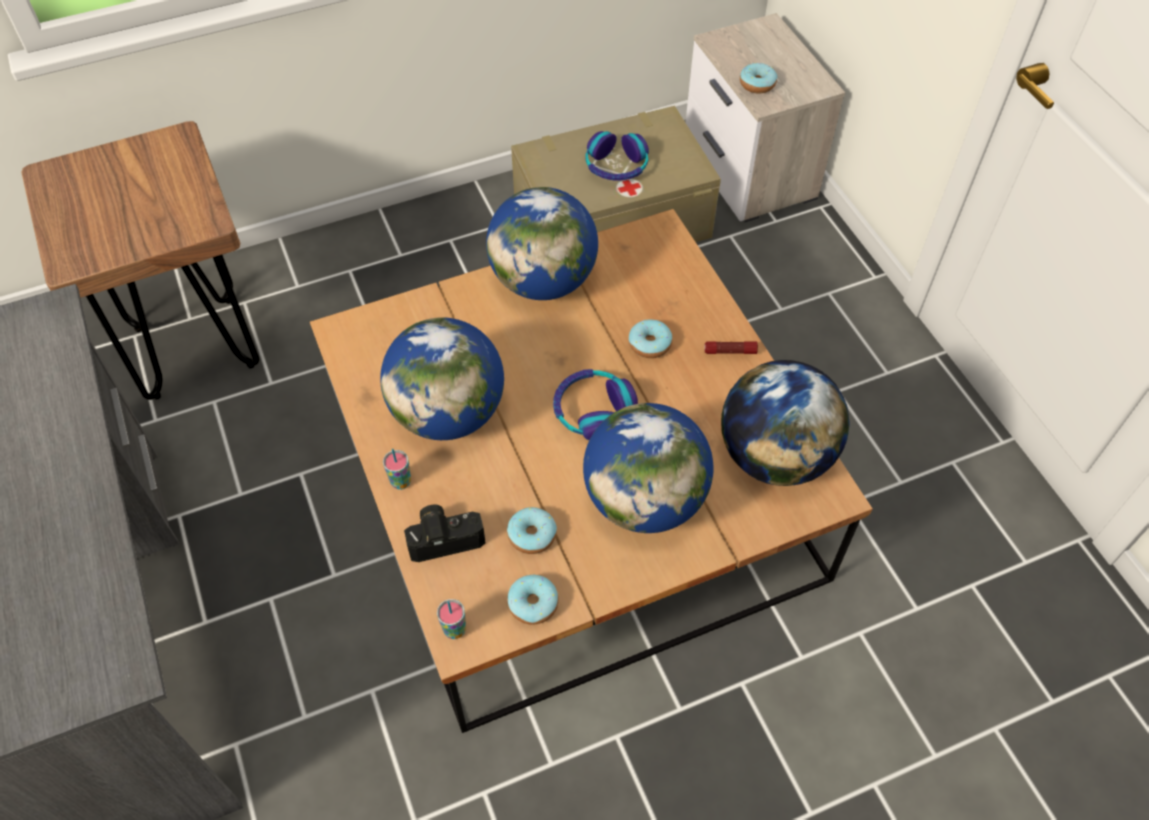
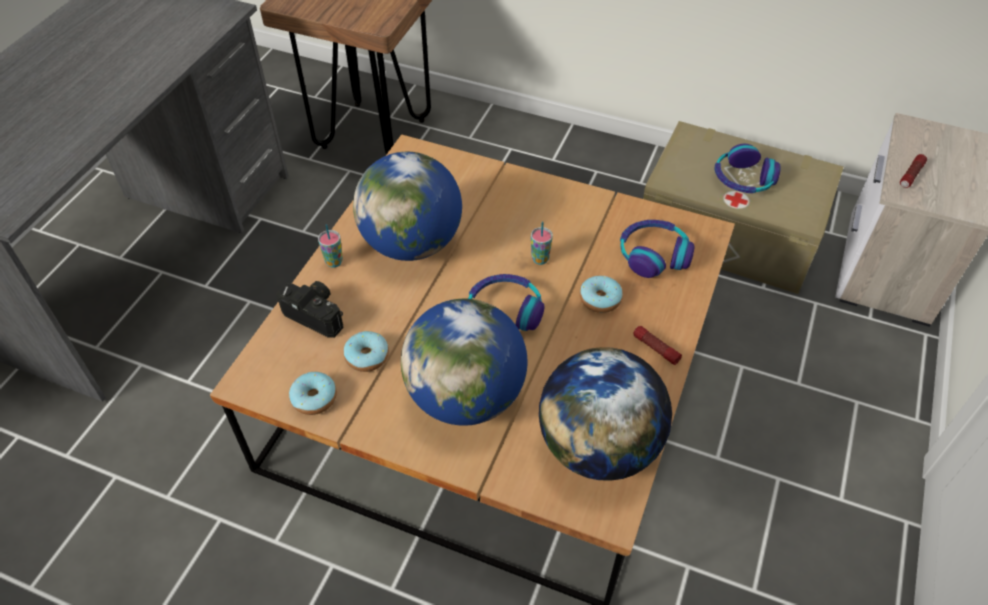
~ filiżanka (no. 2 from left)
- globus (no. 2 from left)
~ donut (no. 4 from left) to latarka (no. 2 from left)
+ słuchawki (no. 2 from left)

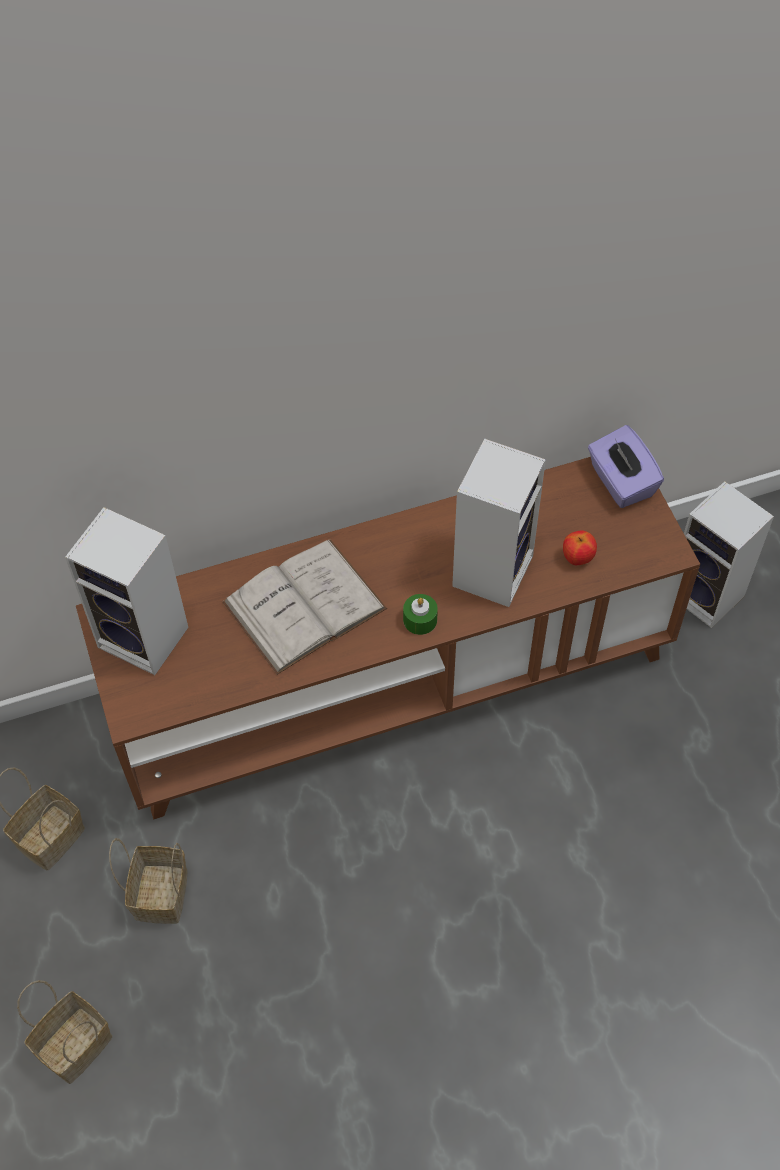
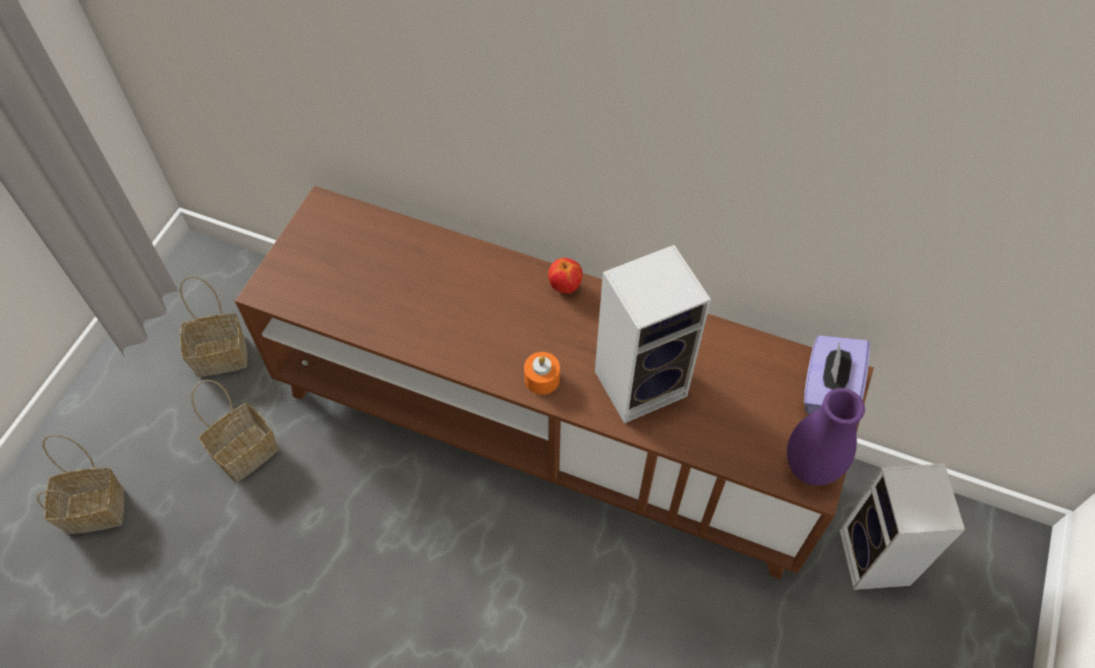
- głośnik (no. 1 from left)
- książka/biały
~ świeca/zielony to świeca/pomarańczowy
~ jabłko
+ wazon/fioletowy

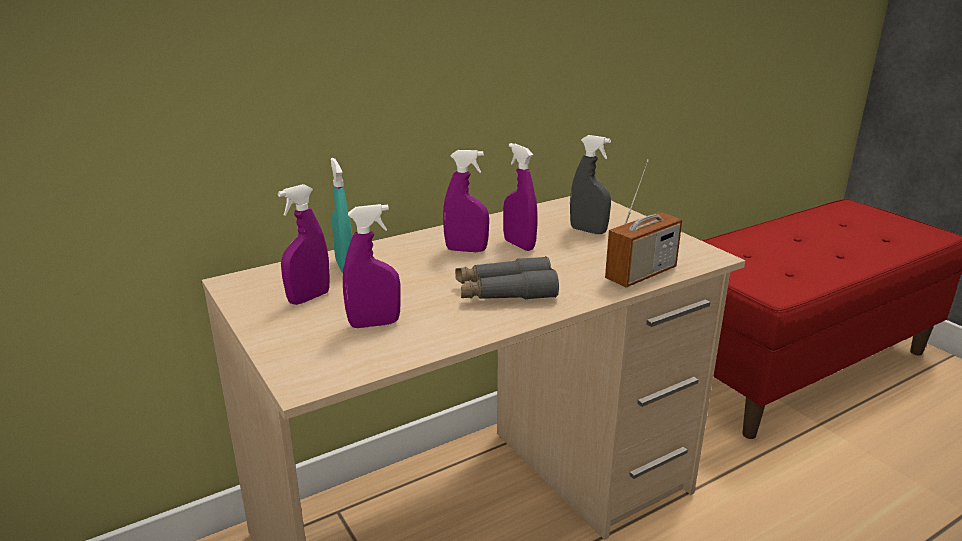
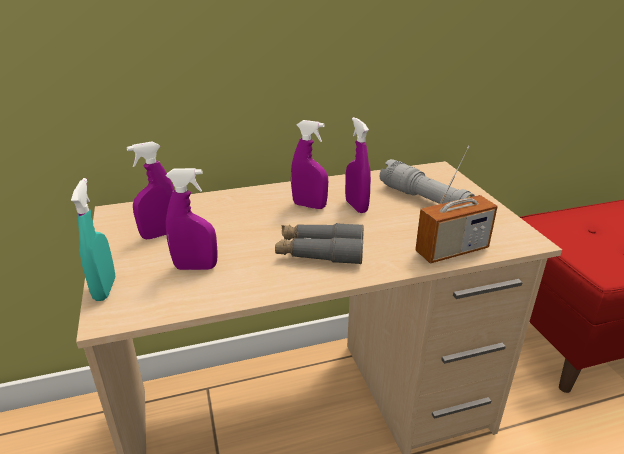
~ spryskiwacz/turkusowy
~ spryskiwacz/szary to latarka/szary

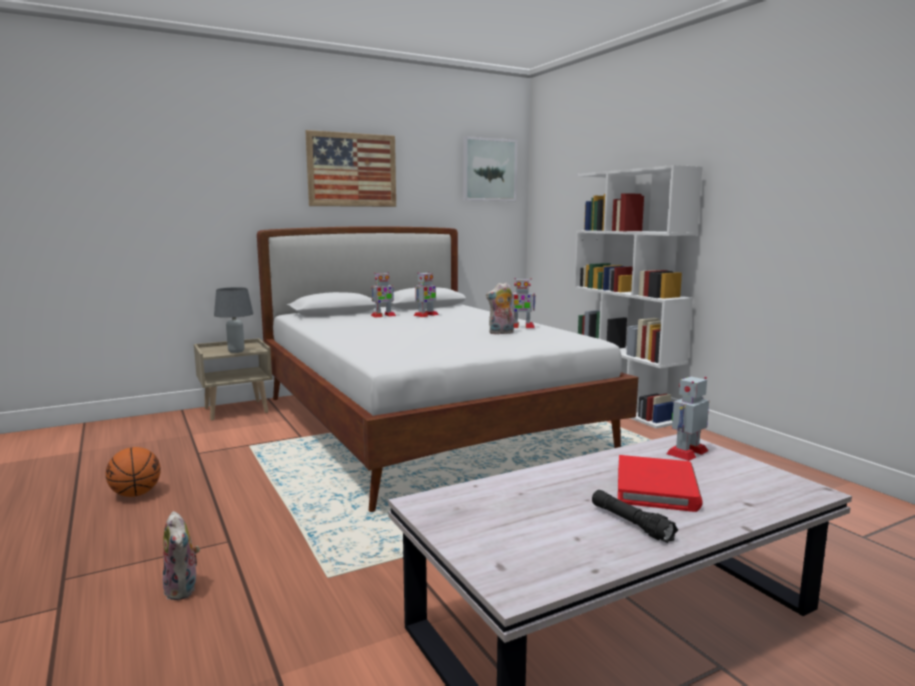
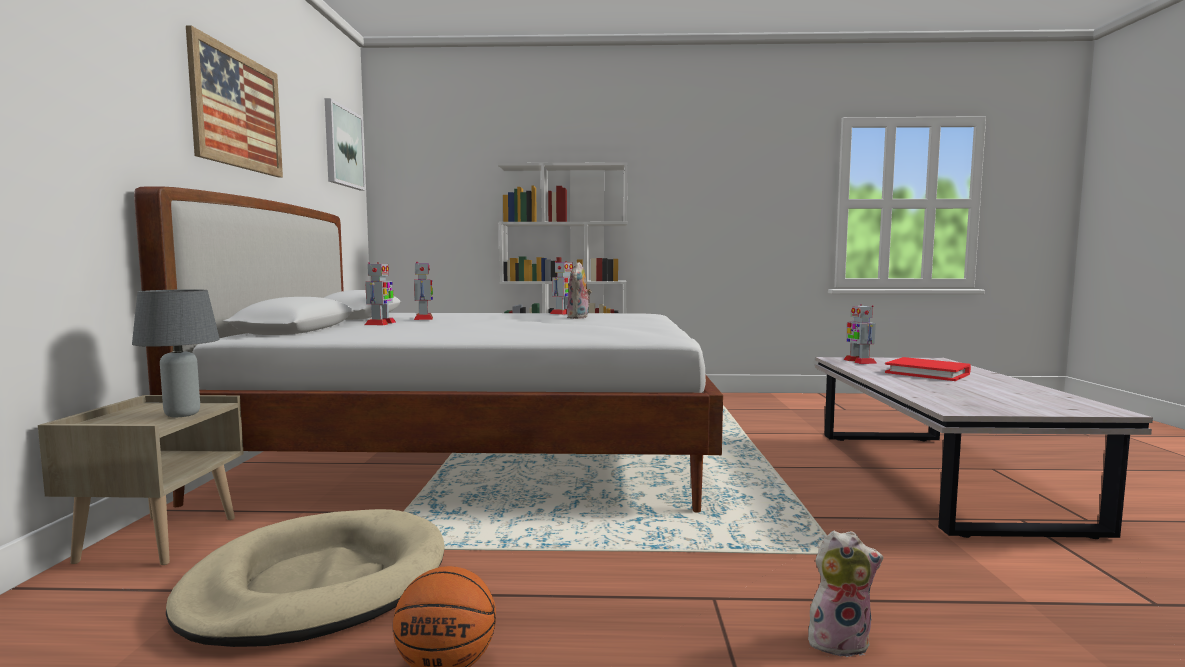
- latarka/czarny
+ legowisko/beżowy

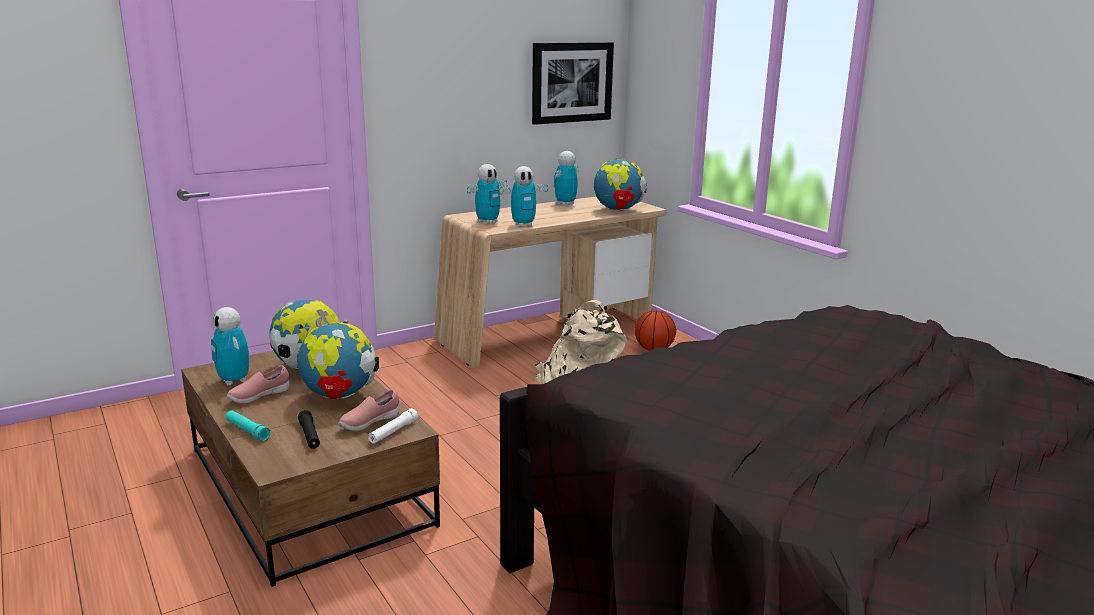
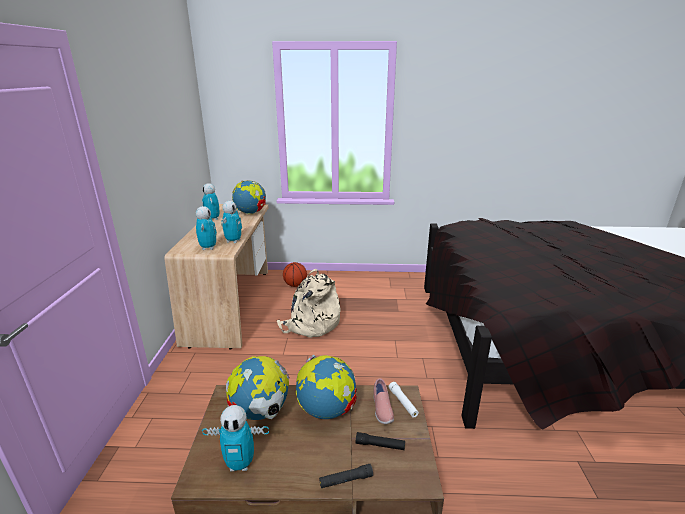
~ latarka/turkusowy to latarka/czarny (no. 1 from left)
- but/różowy (no. 1 from left)
- obraz

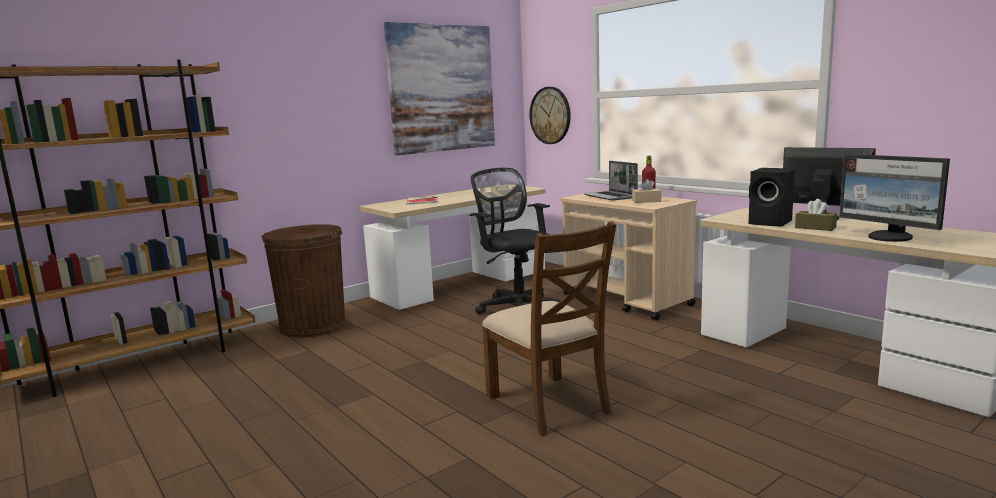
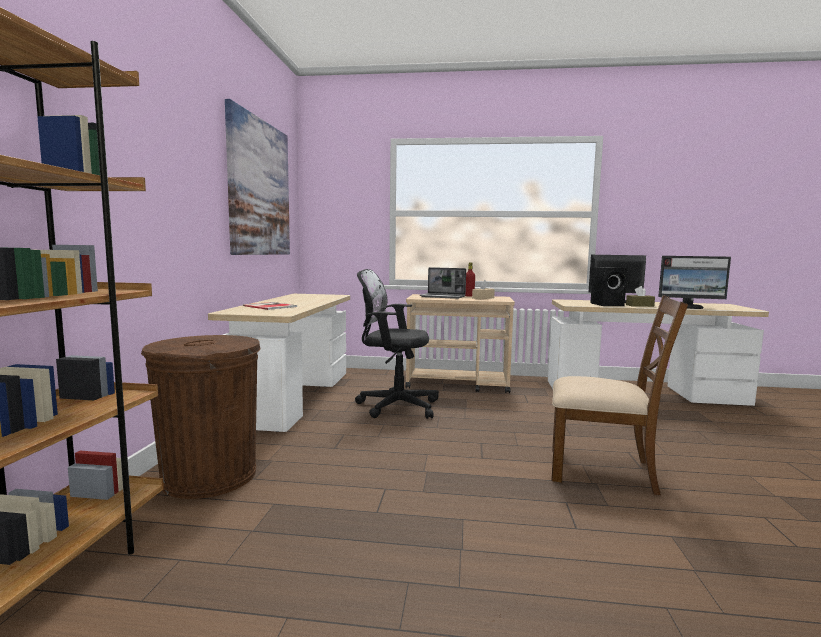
- zegar ścienny

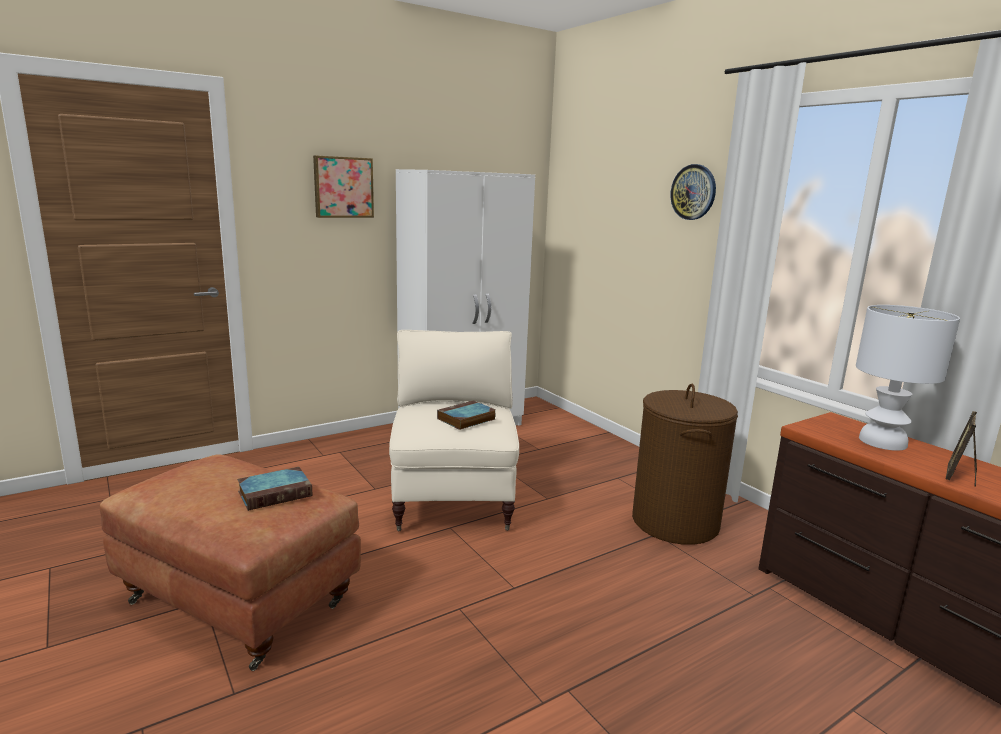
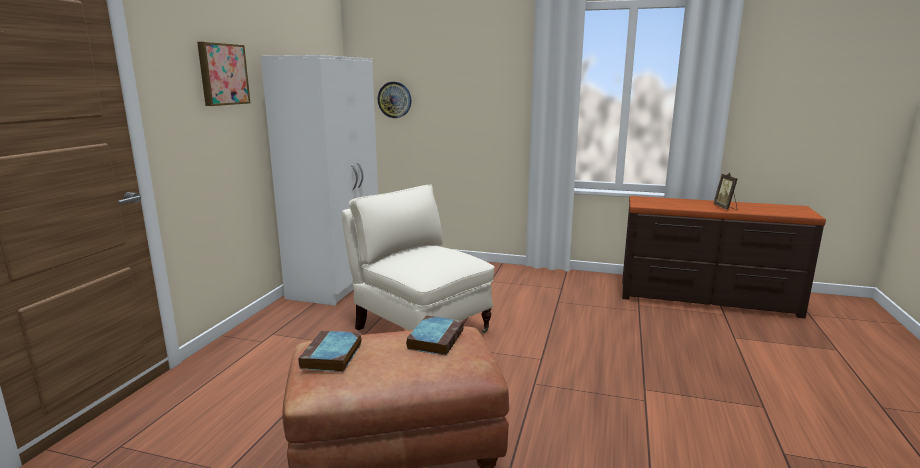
~ książka (no. 2 from left in the first image) to książka (no. 1 from left)
- kosz na pranie/brązowy
~ zegar ścienny
- lampa stołowa/biały

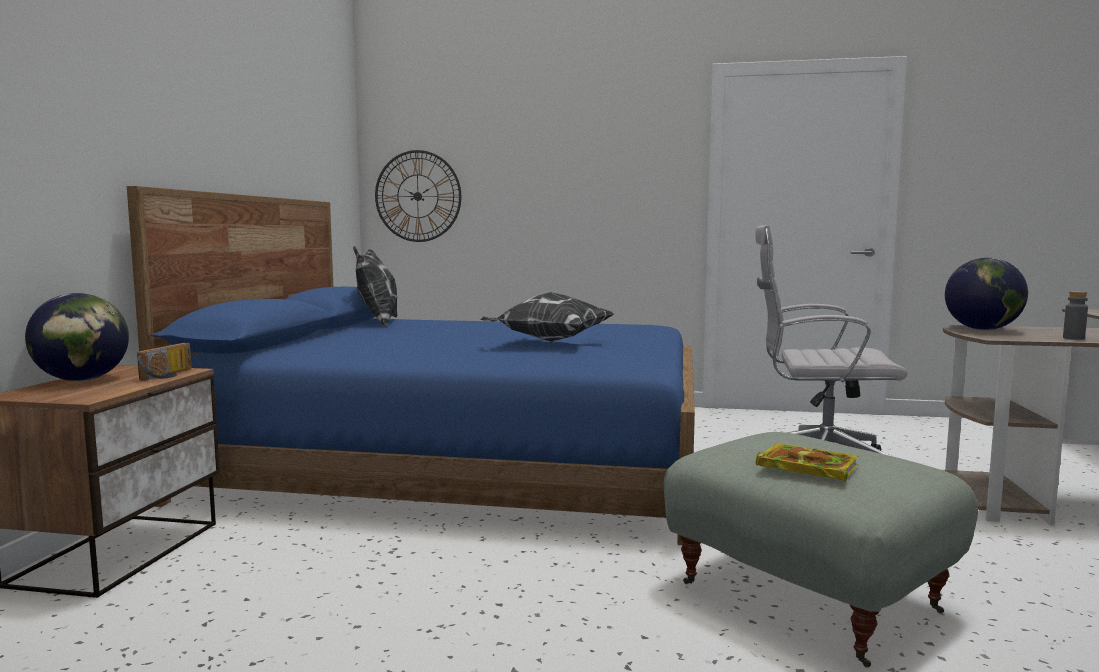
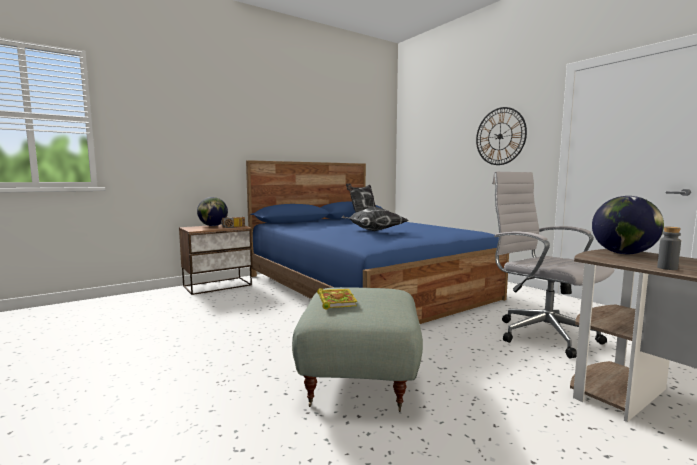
~ zegar ścienny

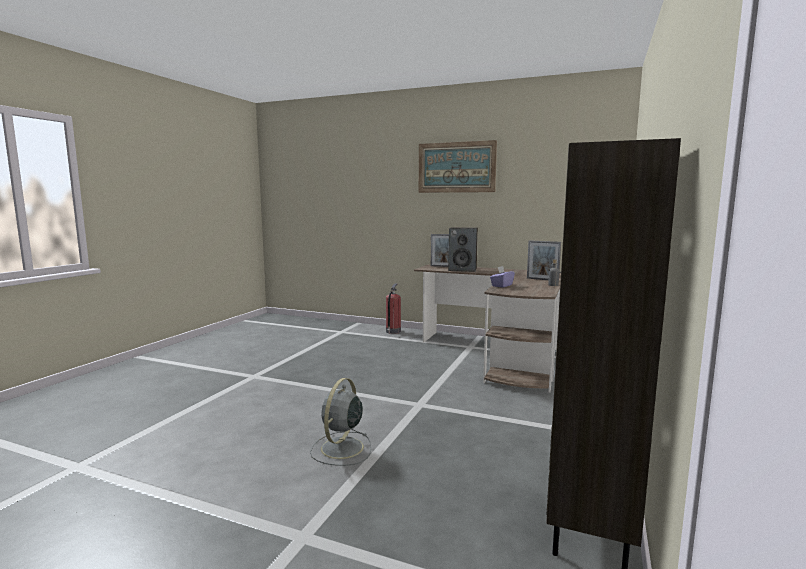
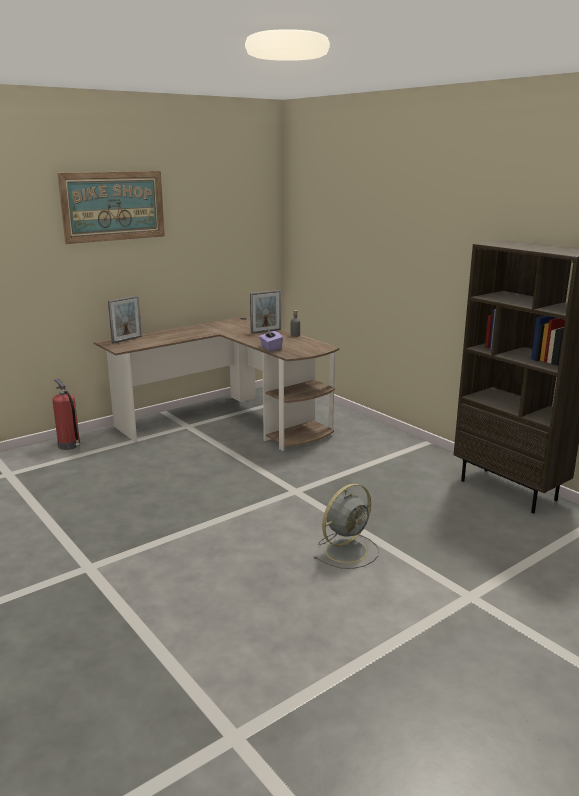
~ wentylator/szary 90 degrees counterclockwise
- głośnik

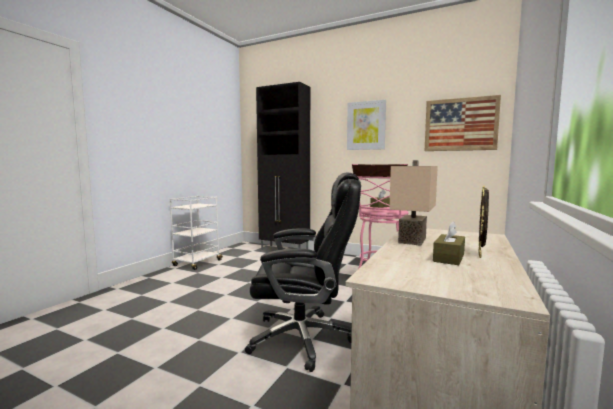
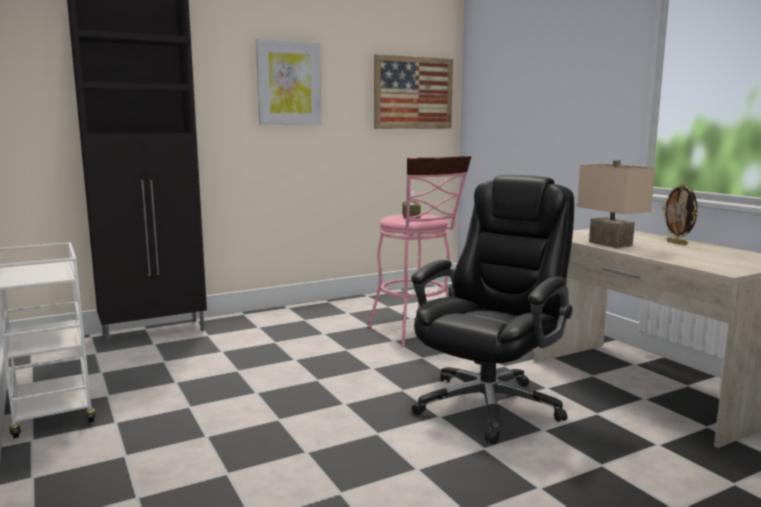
- pudełko chusteczek/brązowy (no. 2 from left)

